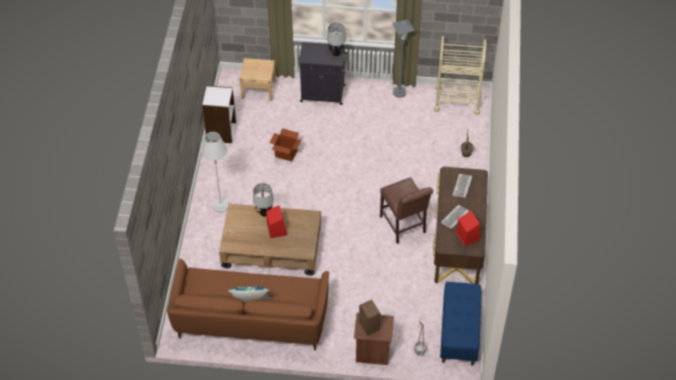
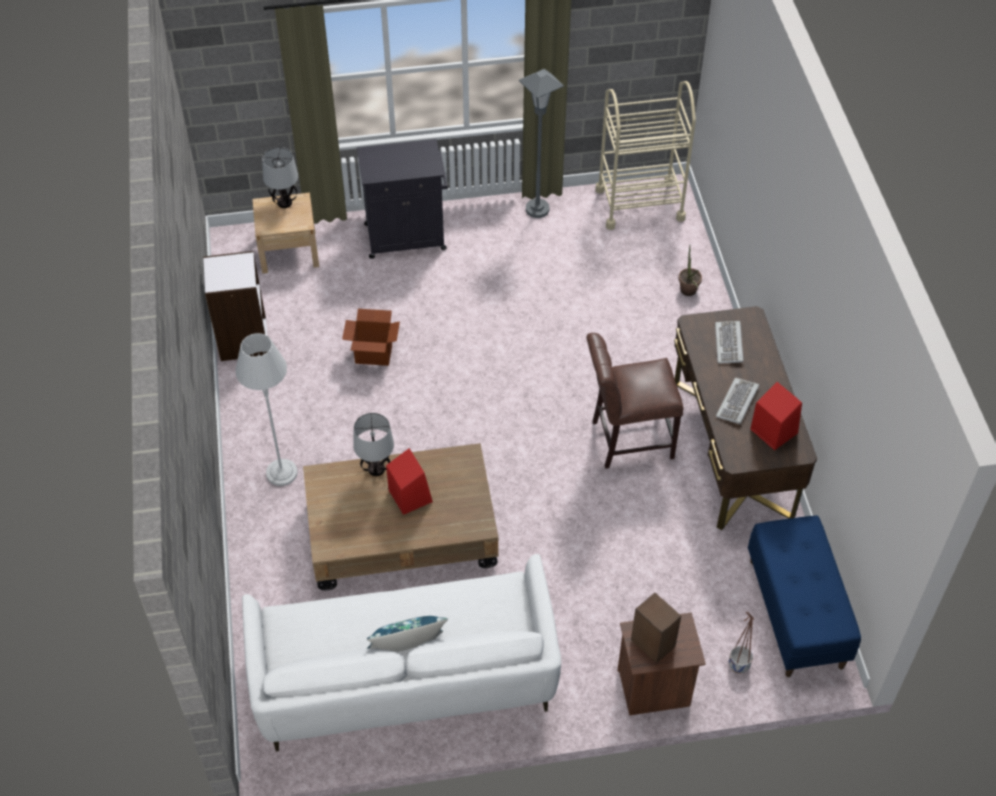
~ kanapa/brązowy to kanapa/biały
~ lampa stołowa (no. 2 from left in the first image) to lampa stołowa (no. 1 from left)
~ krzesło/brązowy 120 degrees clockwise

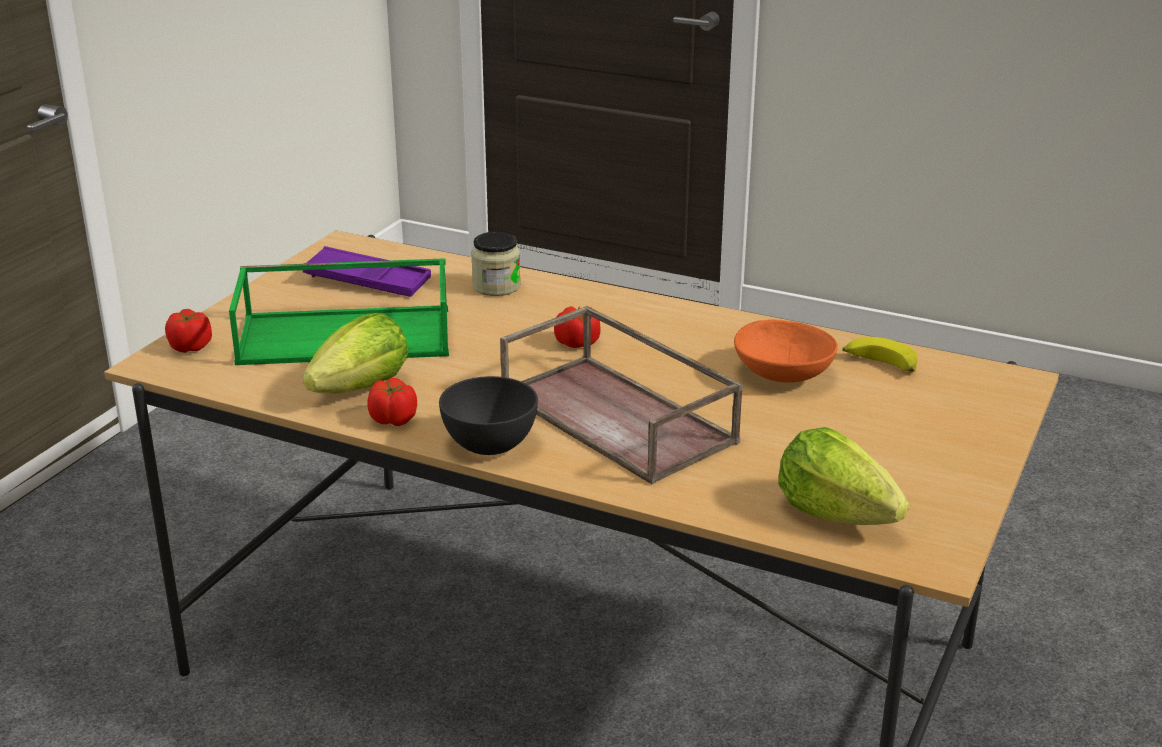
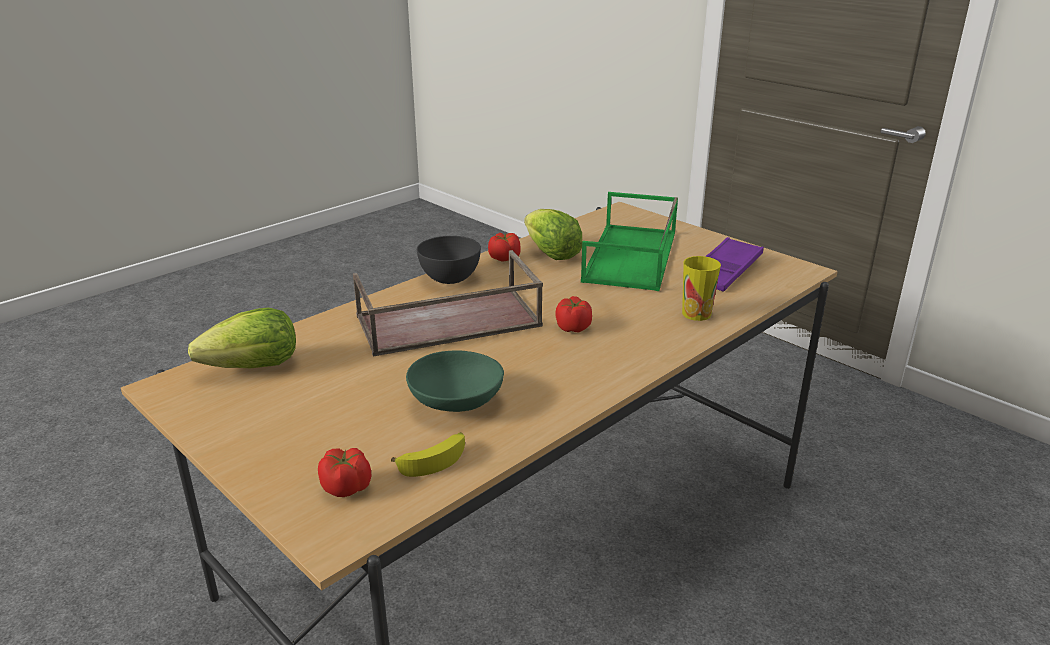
~ pomidor (no. 1 from left)
~ słoik to filiżanka
~ miska/pomarańczowy to miska/zielony

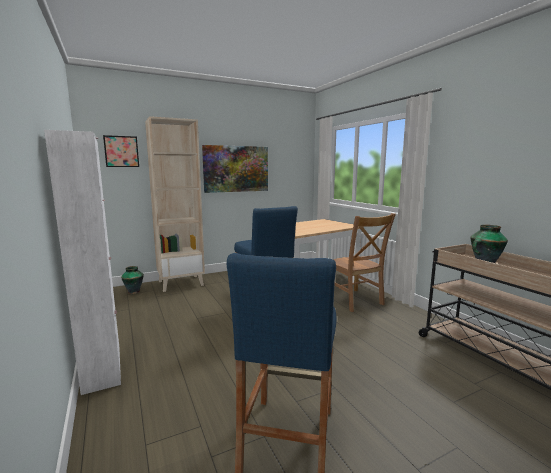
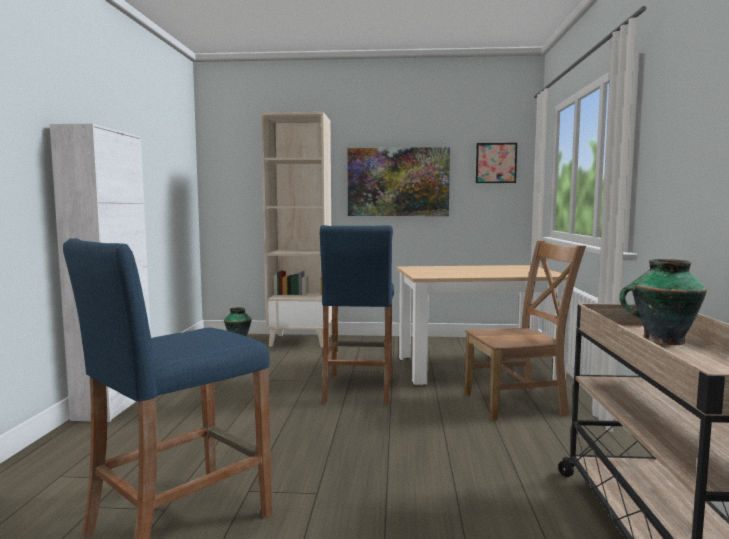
~ obraz (no. 1 from left in the first image) to obraz (no. 2 from left)
~ krzesło/brązowy 105 degrees counterclockwise

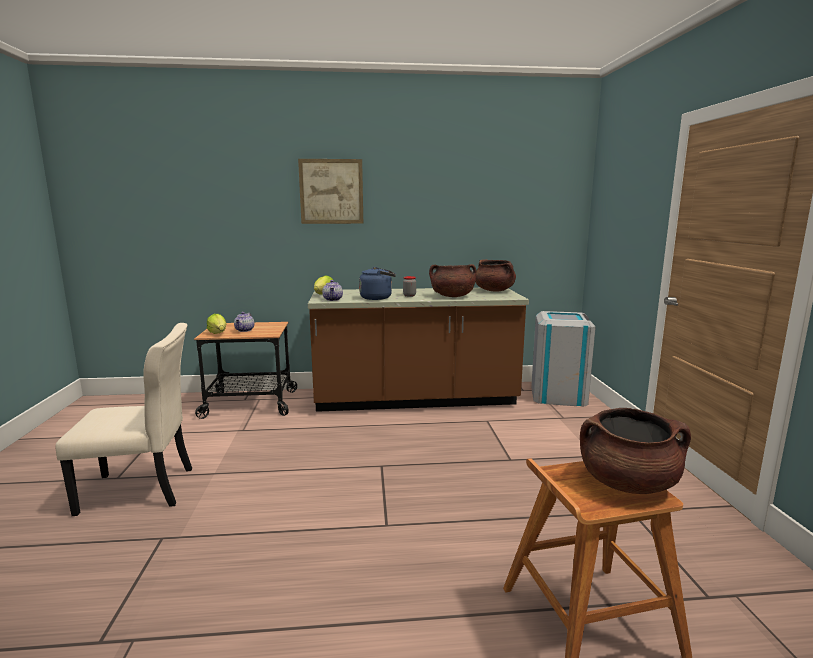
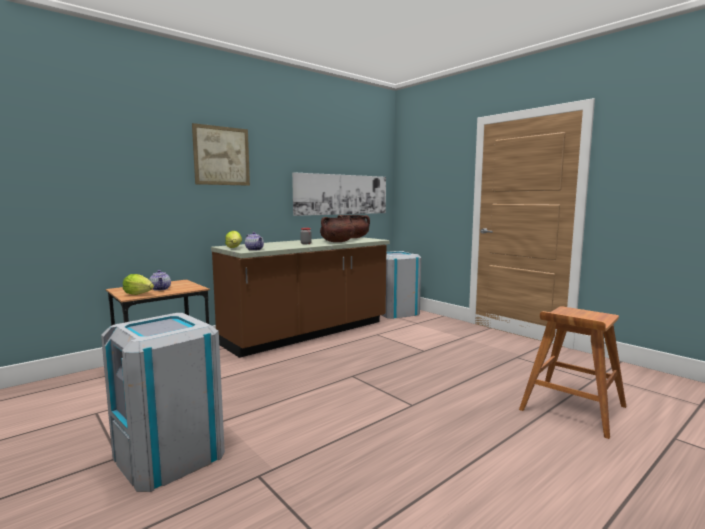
~ krzesło/beżowy to kosz na śmieci/szary (no. 1 from left)
- czajnik/niebieski
- garnek/brązowy (no. 3 from left)
+ obraz (no. 2 from left)

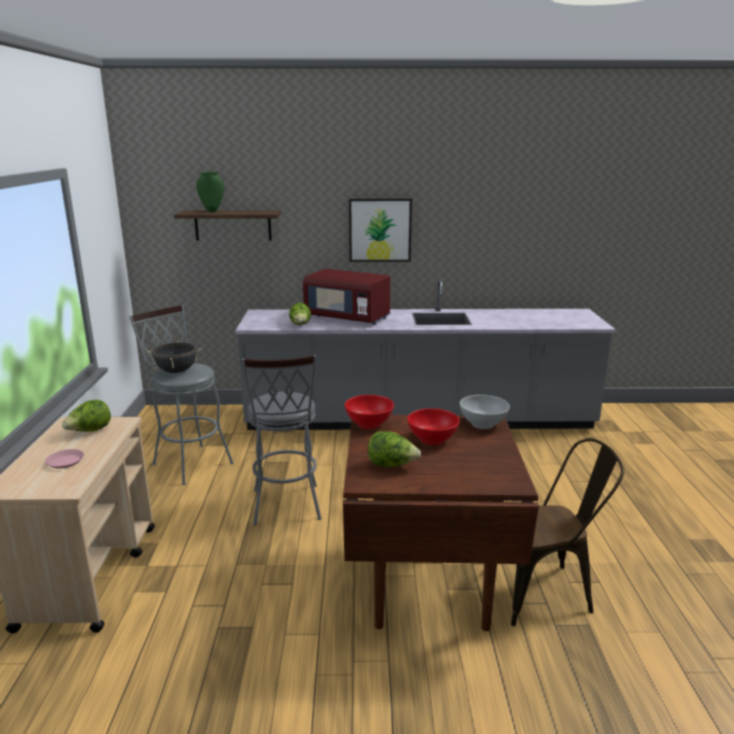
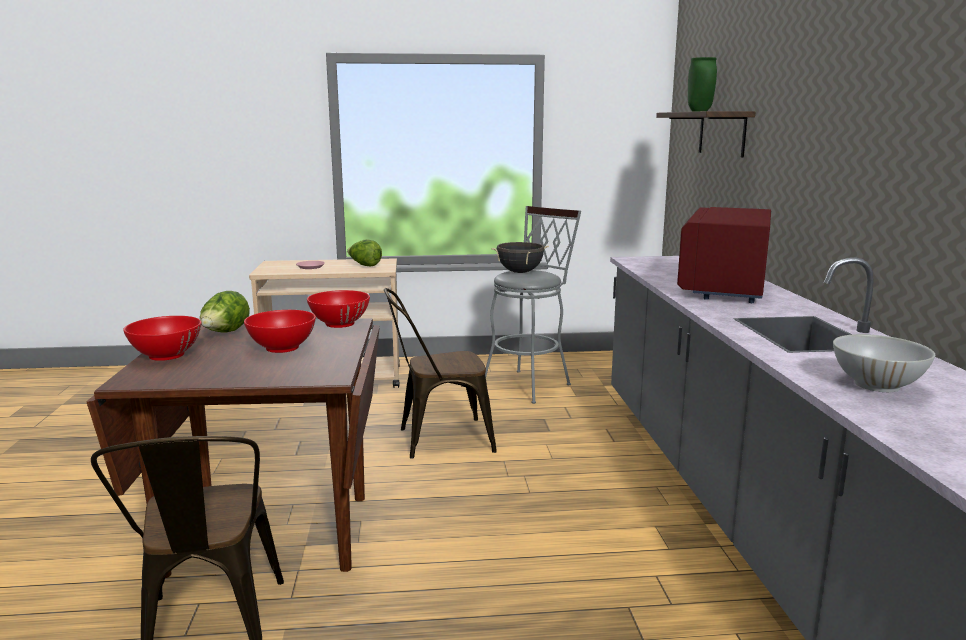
~ stołek/szary (no. 2 from left) to krzesło/brązowy (no. 2 from left)
- sałata (no. 2 from left)
- obraz
~ miska/biały
+ miska/czerwony (no. 1 from left)

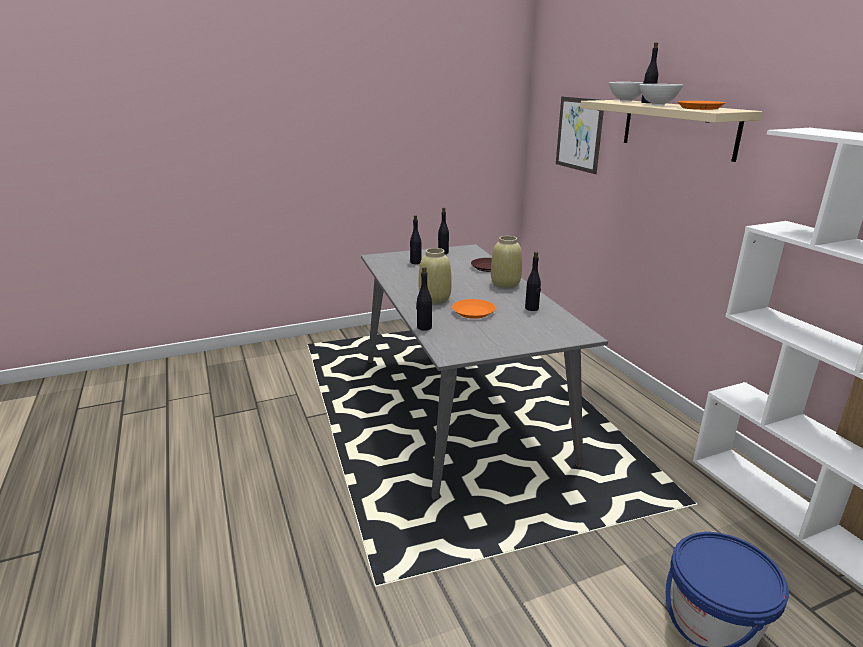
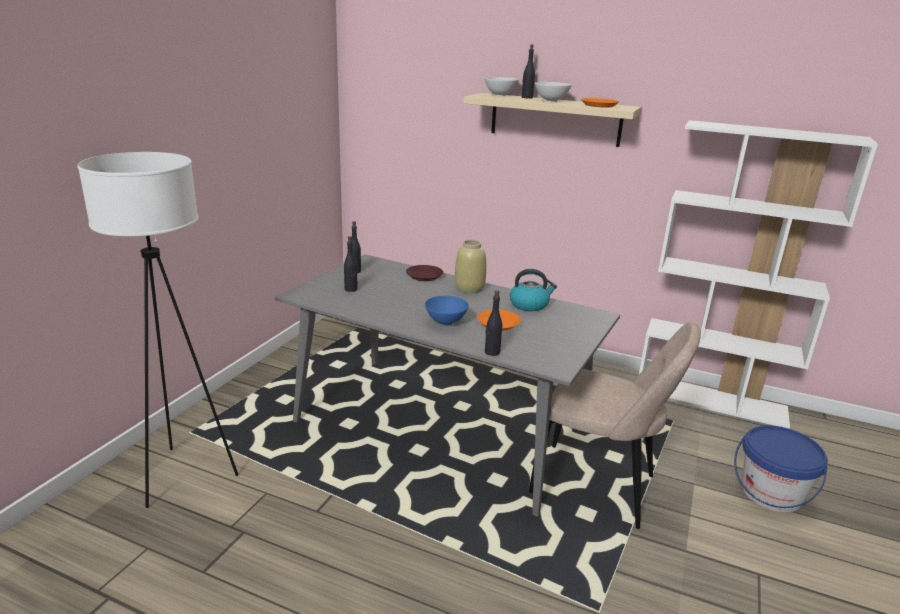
~ wazon/beżowy (no. 1 from left) to miska/niebieski
~ butelka/czarny (no. 4 from left) to czajnik
- obraz
+ lampa stojąca/biały
+ krzesło/beżowy

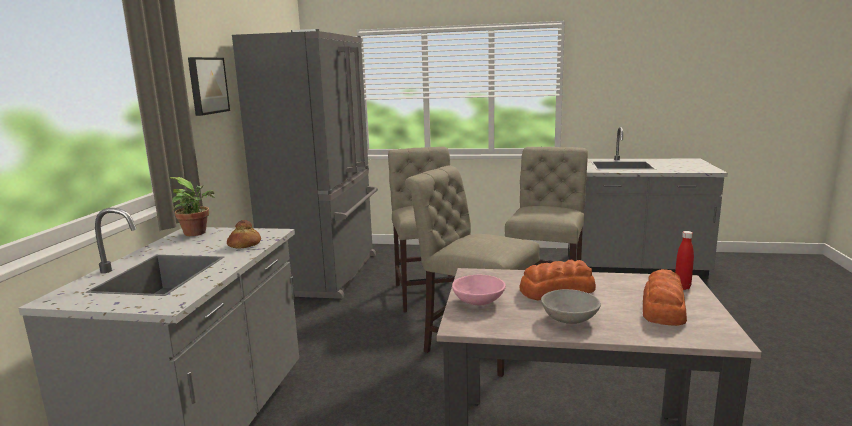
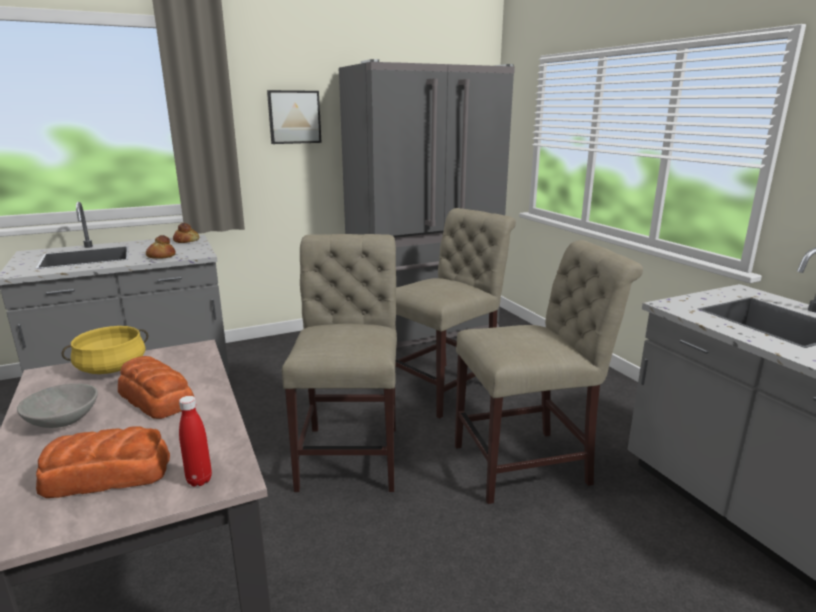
~ roślina doniczkowa to chleb (no. 4 from left)
~ miska/różowy to garnek/żółty

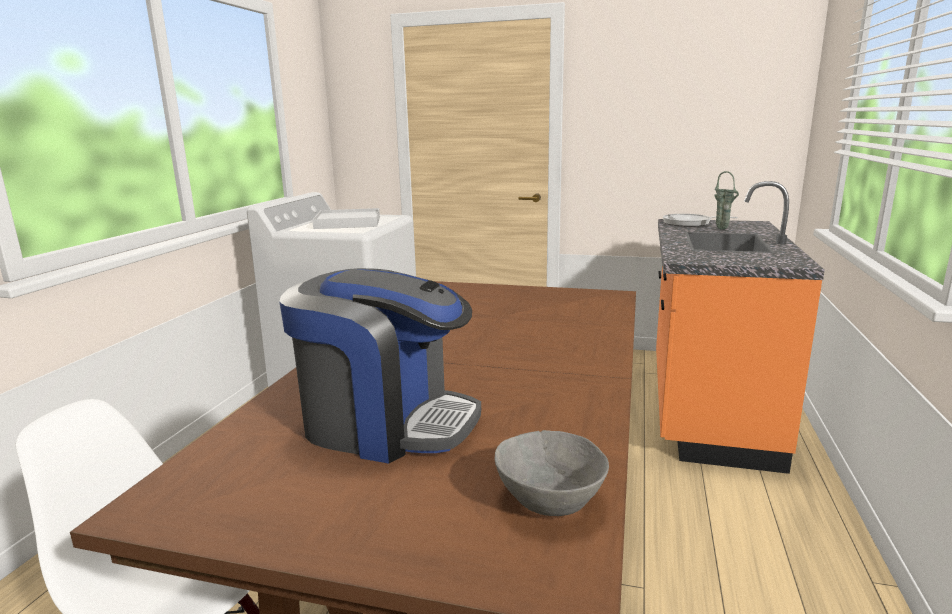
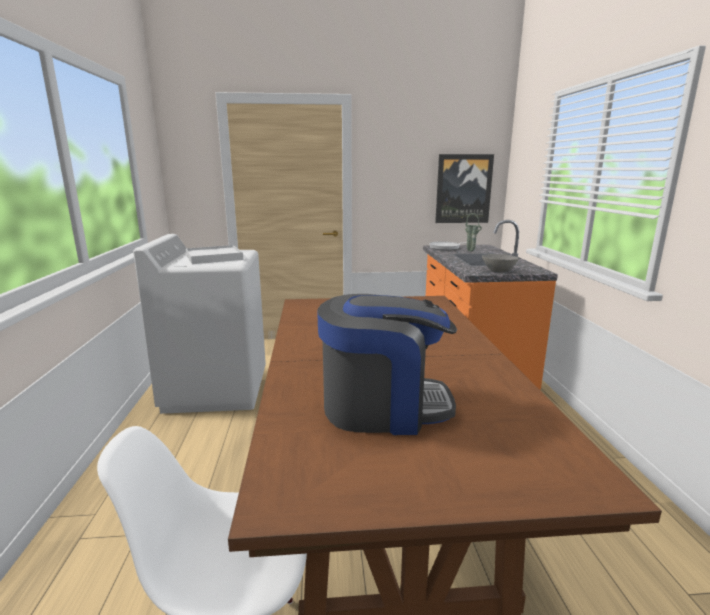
~ miska/szary
+ obraz

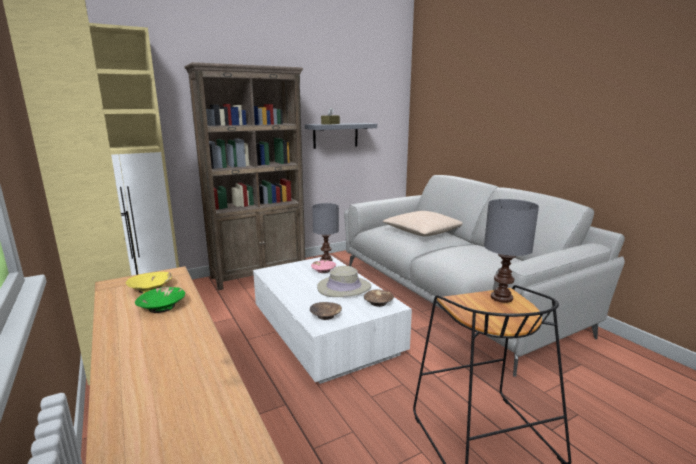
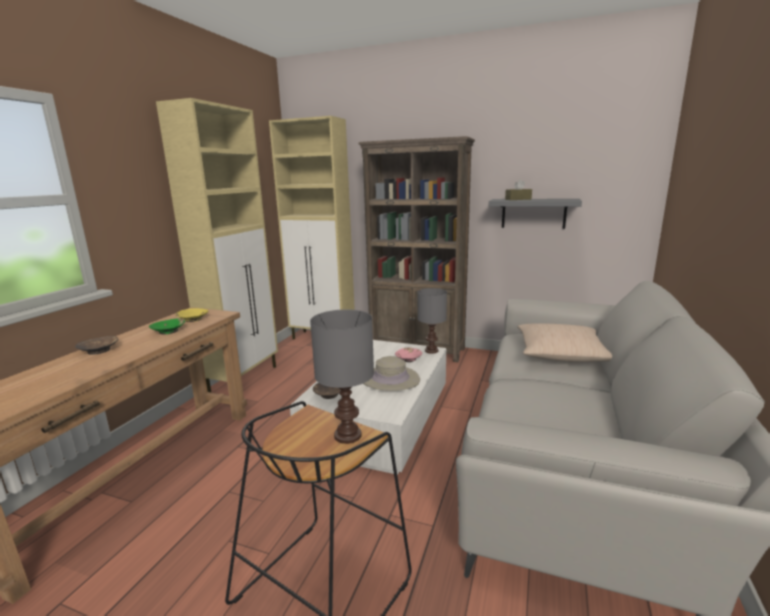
~ miska/brązowy (no. 2 from left in the first image) to miska/brązowy (no. 1 from left)

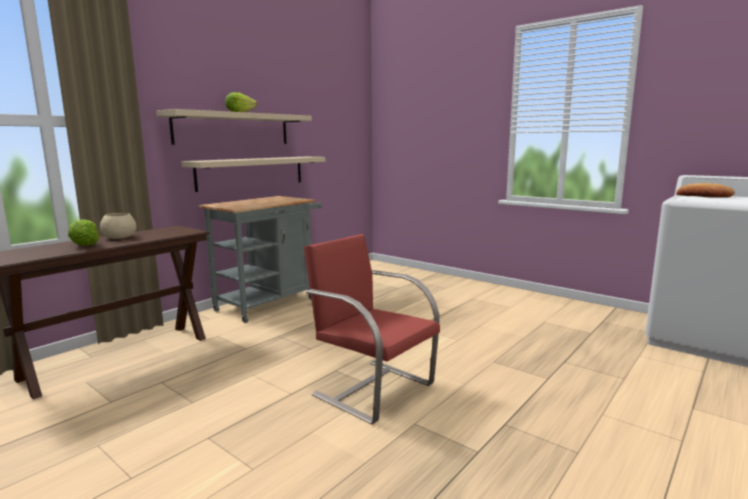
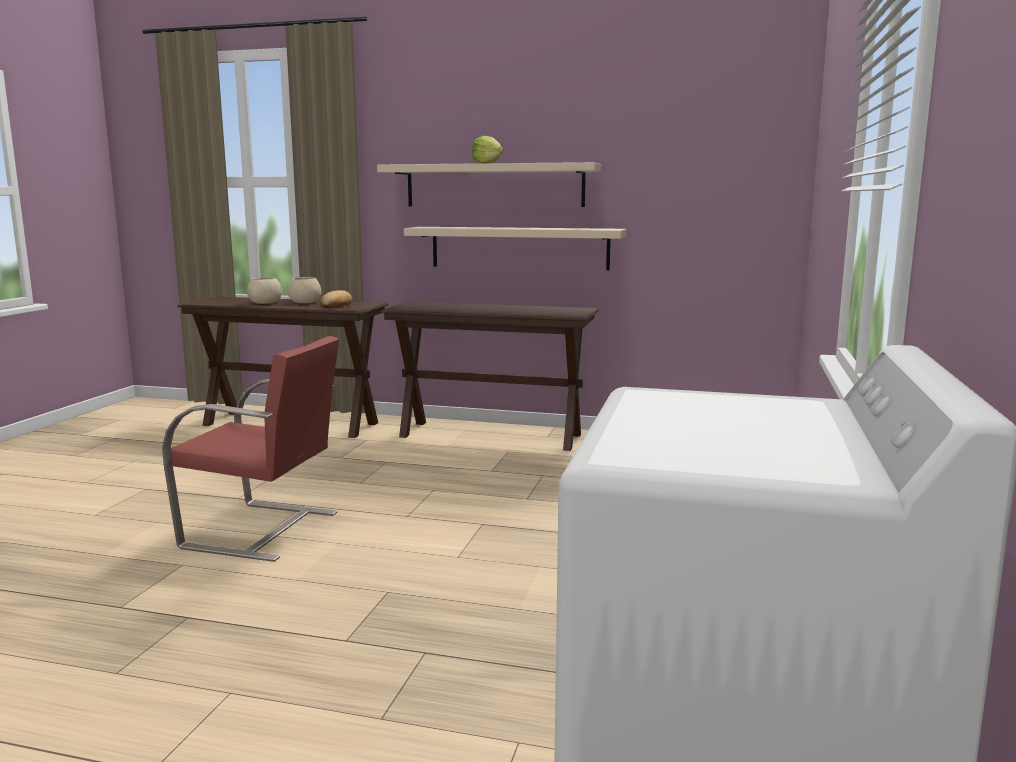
~ sałata (no. 1 from left) to miska/beżowy (no. 1 from left)
~ wózek/szary to stolik konsolowy/brązowy (no. 2 from left)
~ krzesło/czerwony 90 degrees clockwise
~ chleb

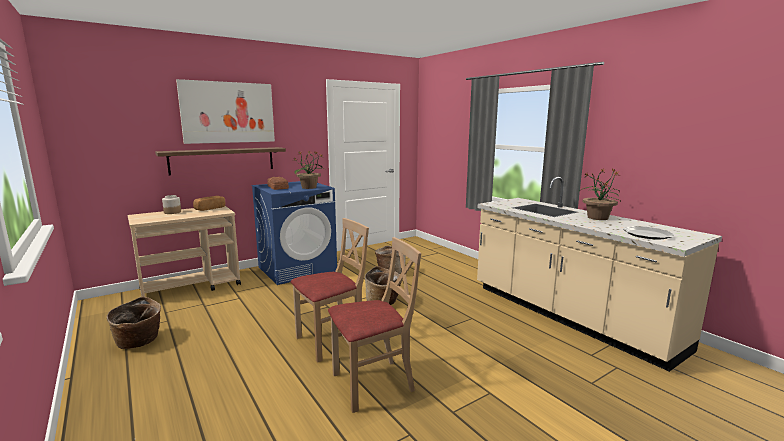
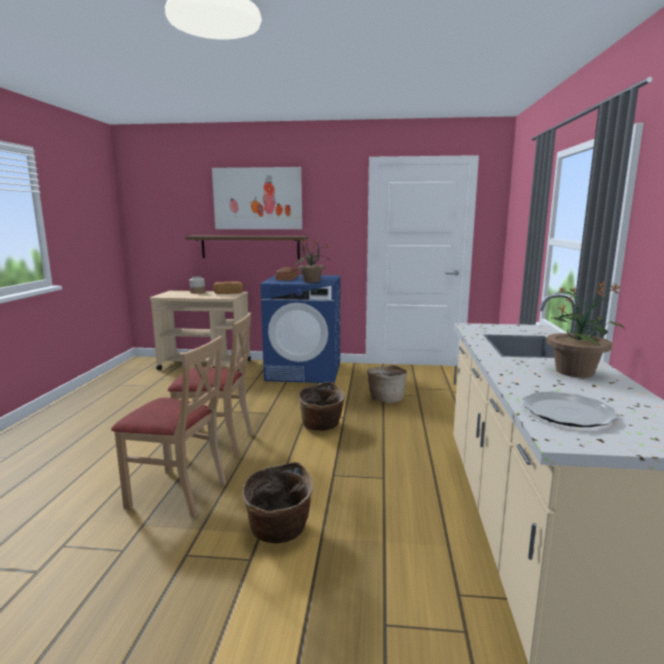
~ koszyk (no. 1 from left)

